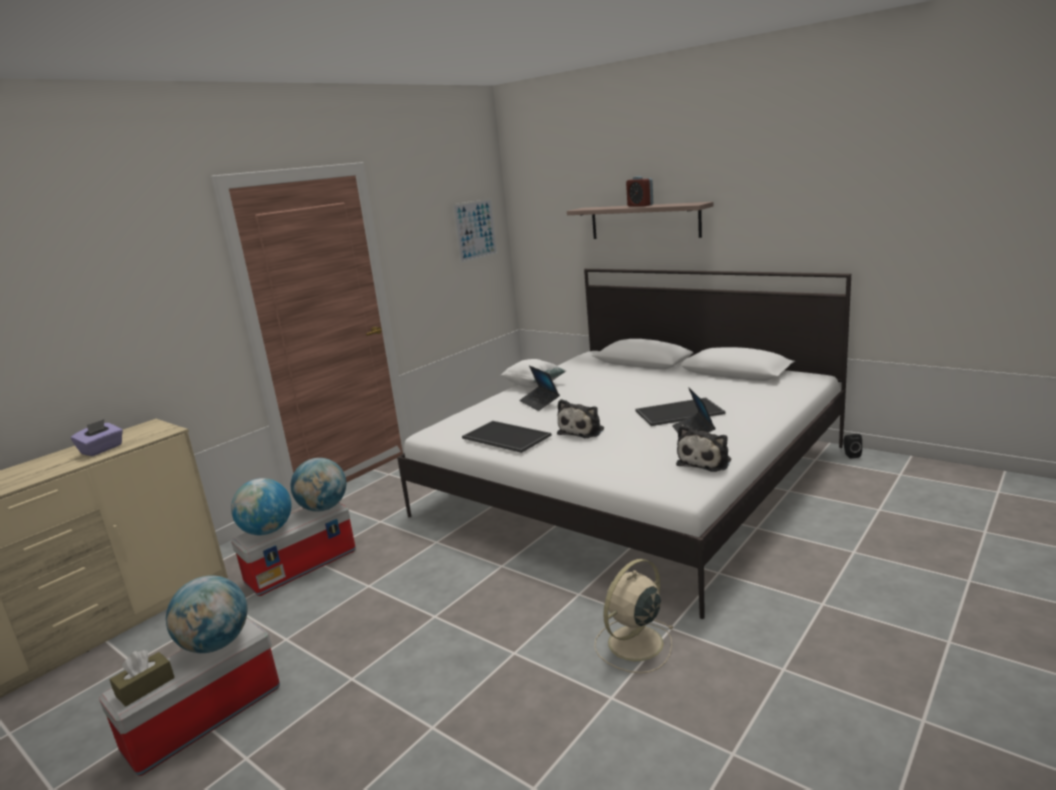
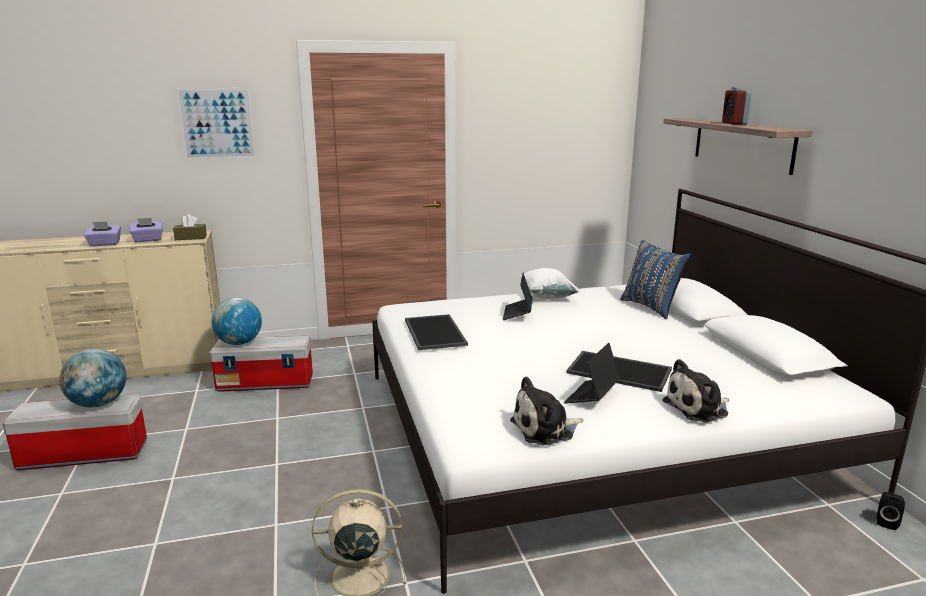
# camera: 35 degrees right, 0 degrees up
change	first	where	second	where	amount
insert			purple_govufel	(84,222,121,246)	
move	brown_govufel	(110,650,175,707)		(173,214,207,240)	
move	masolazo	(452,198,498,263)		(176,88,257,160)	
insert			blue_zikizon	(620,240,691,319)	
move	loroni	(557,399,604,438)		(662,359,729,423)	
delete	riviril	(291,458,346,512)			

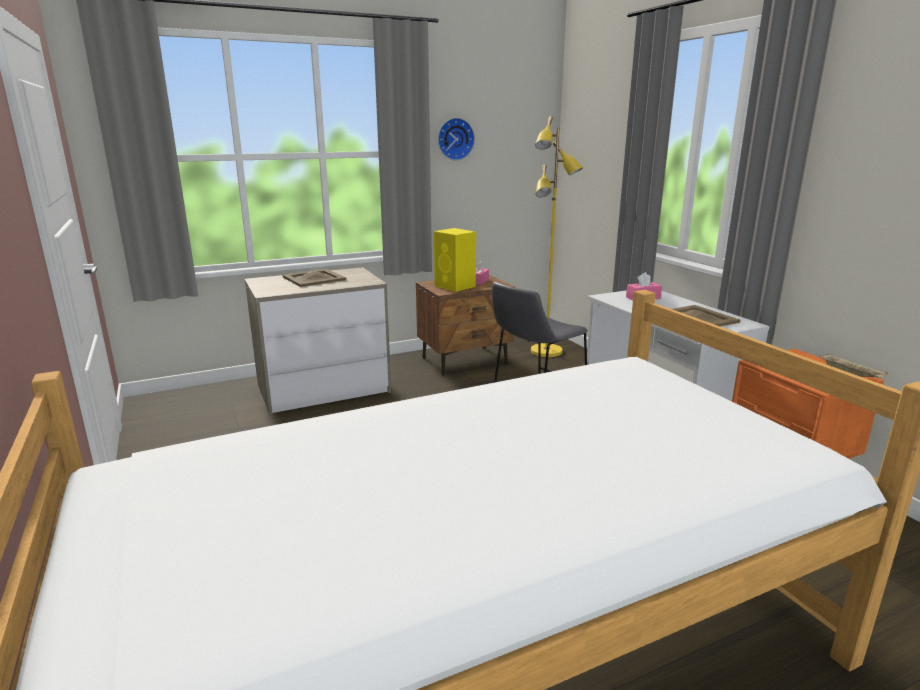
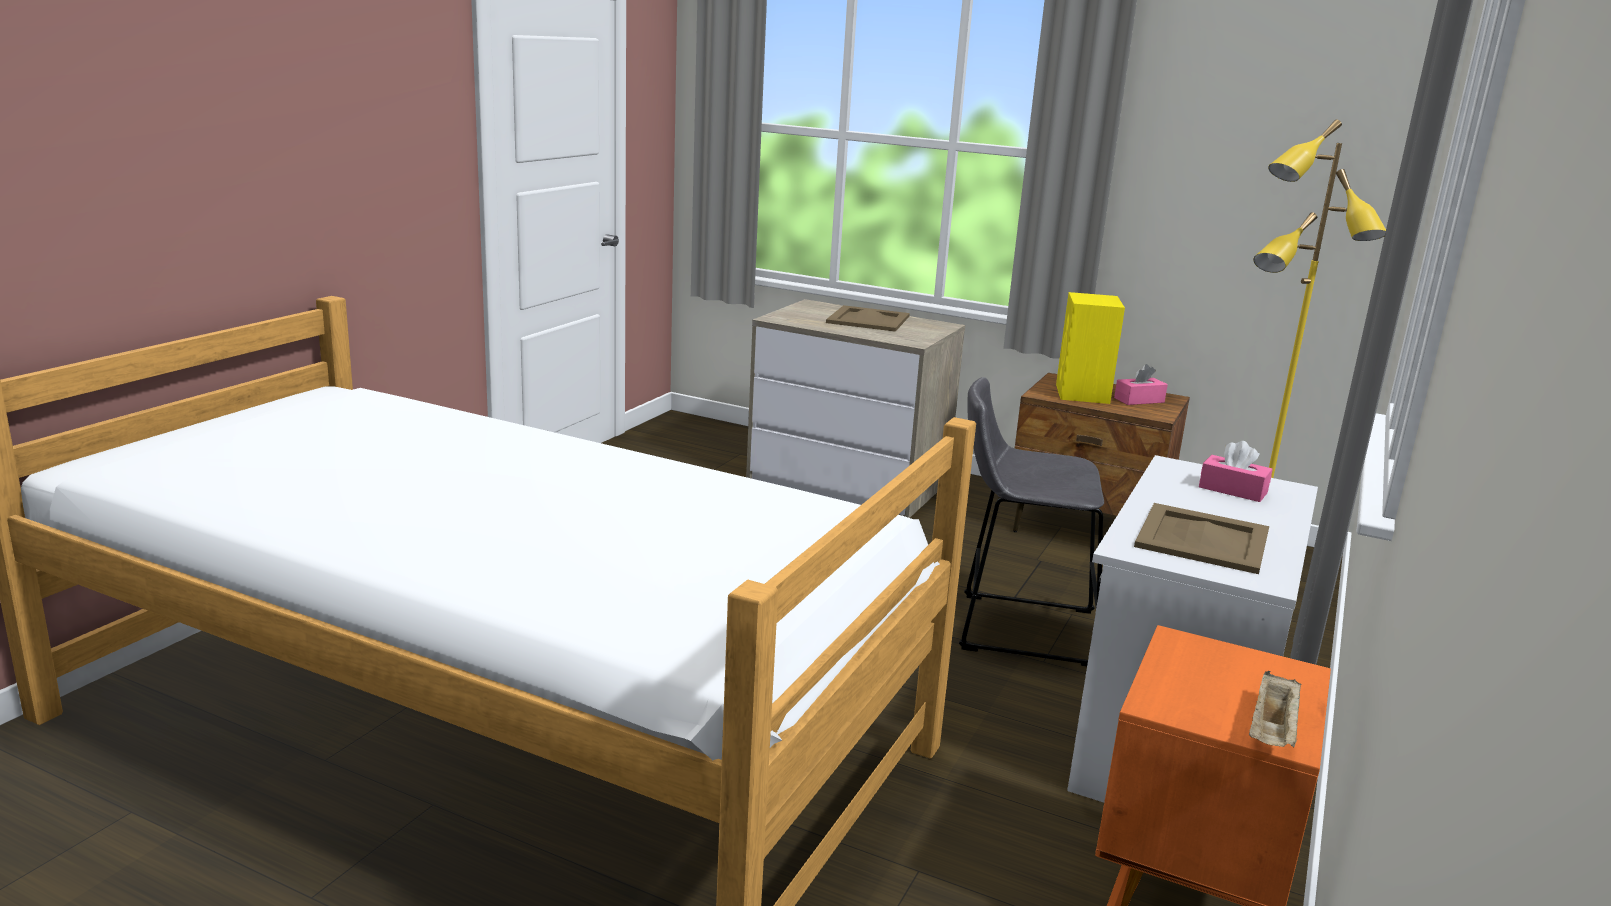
# camera: 50 degrees right, 0 degrees up
change	first	where	second	where	amount
delete	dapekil	(438,118,475,161)			

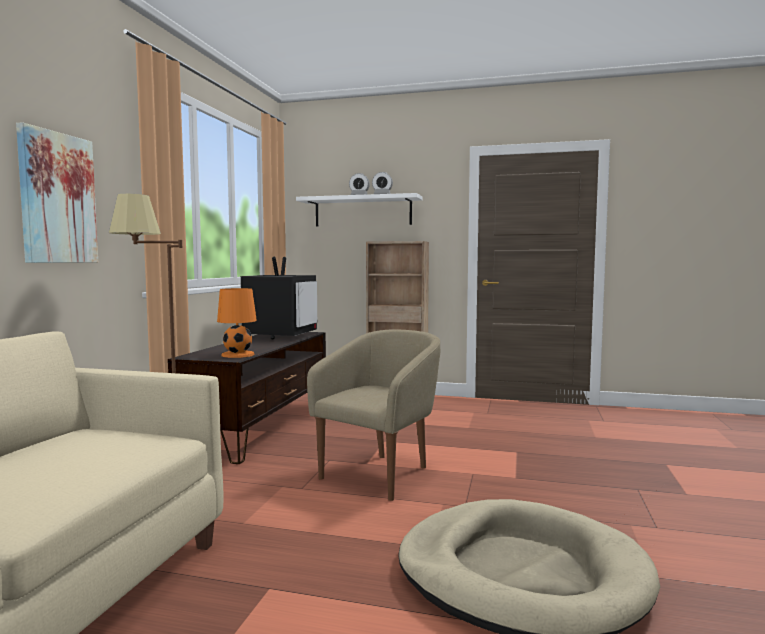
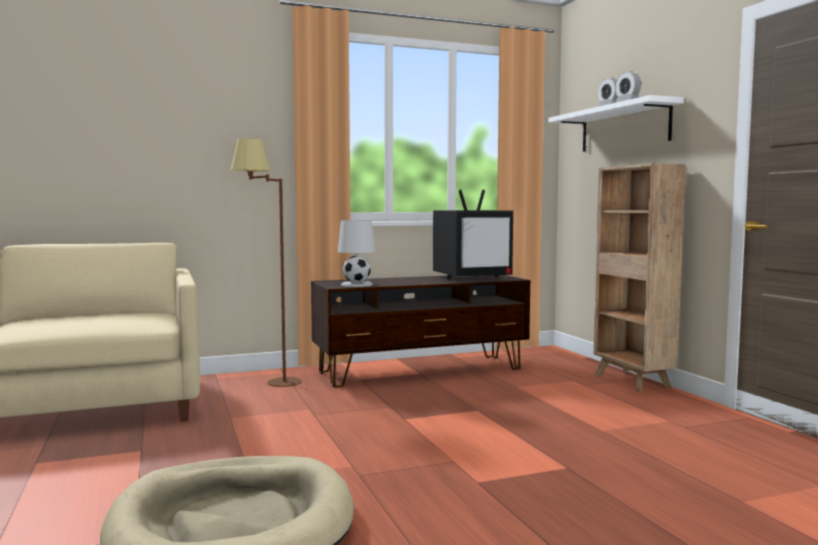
# camera: 55 degrees right, 0 degrees up
change	first	where	second	where	amount
recolor	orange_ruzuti	(217,288,257,358)	white_ruzuti	(338,220,375,287)	
delete	masolazo	(16,122,98,263)			
delete	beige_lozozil	(307,330,440,501)			

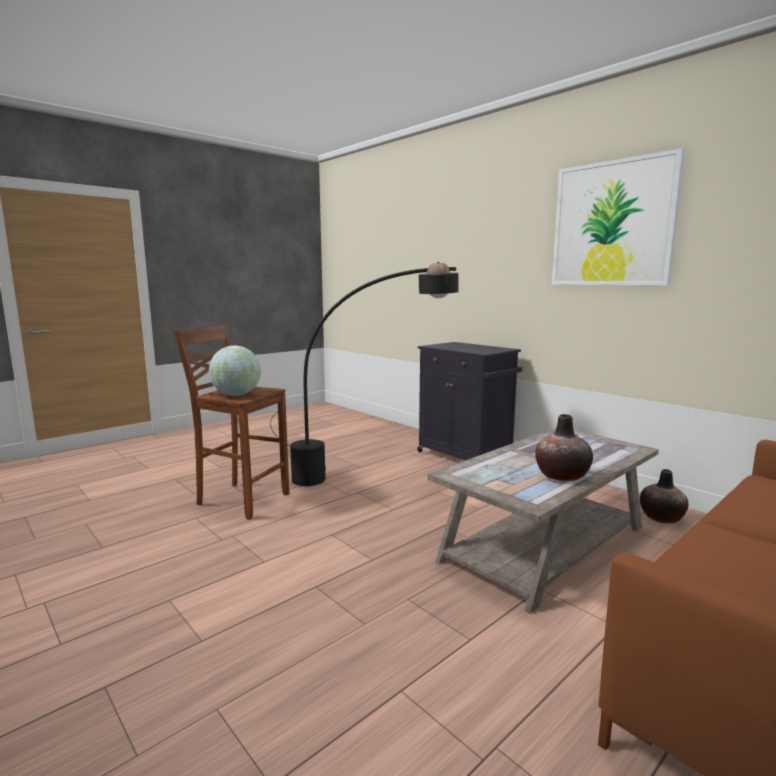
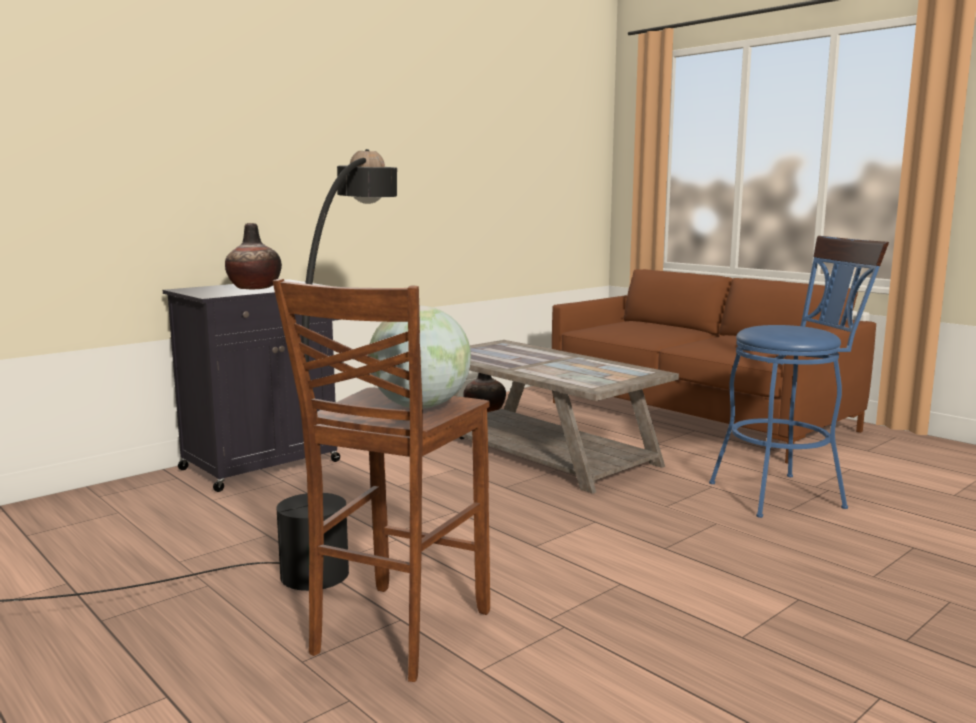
# camera: 90 degrees left, 0 degrees up
change	first	where	second	where	amount
move	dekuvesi	(535,414,593,481)		(225,223,282,289)	
insert			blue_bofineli	(709,236,889,518)	
delete	masolazo	(552,148,685,285)			

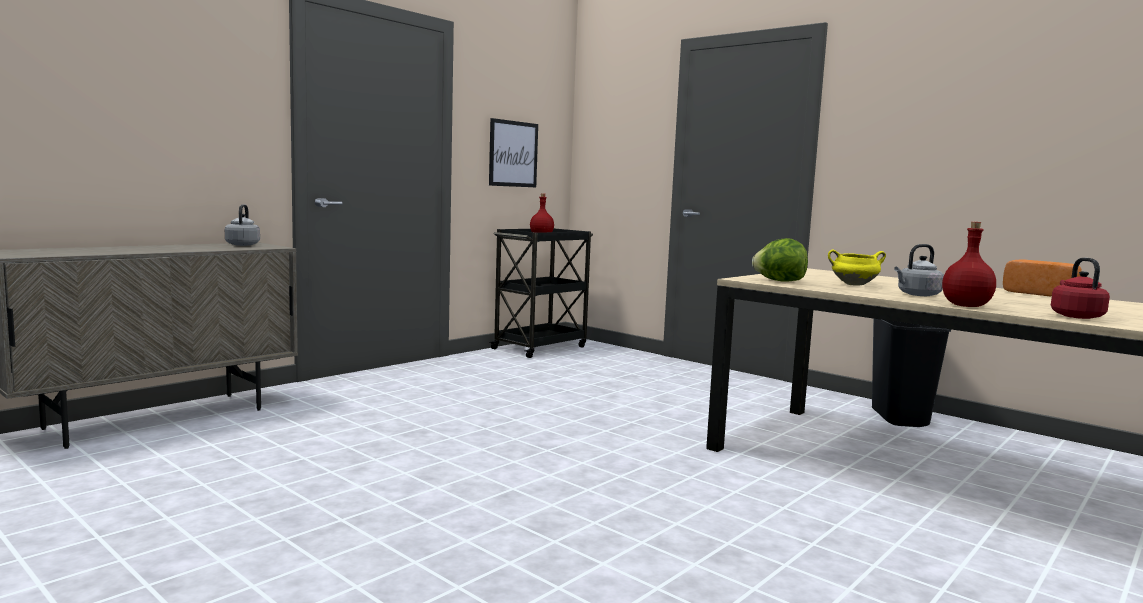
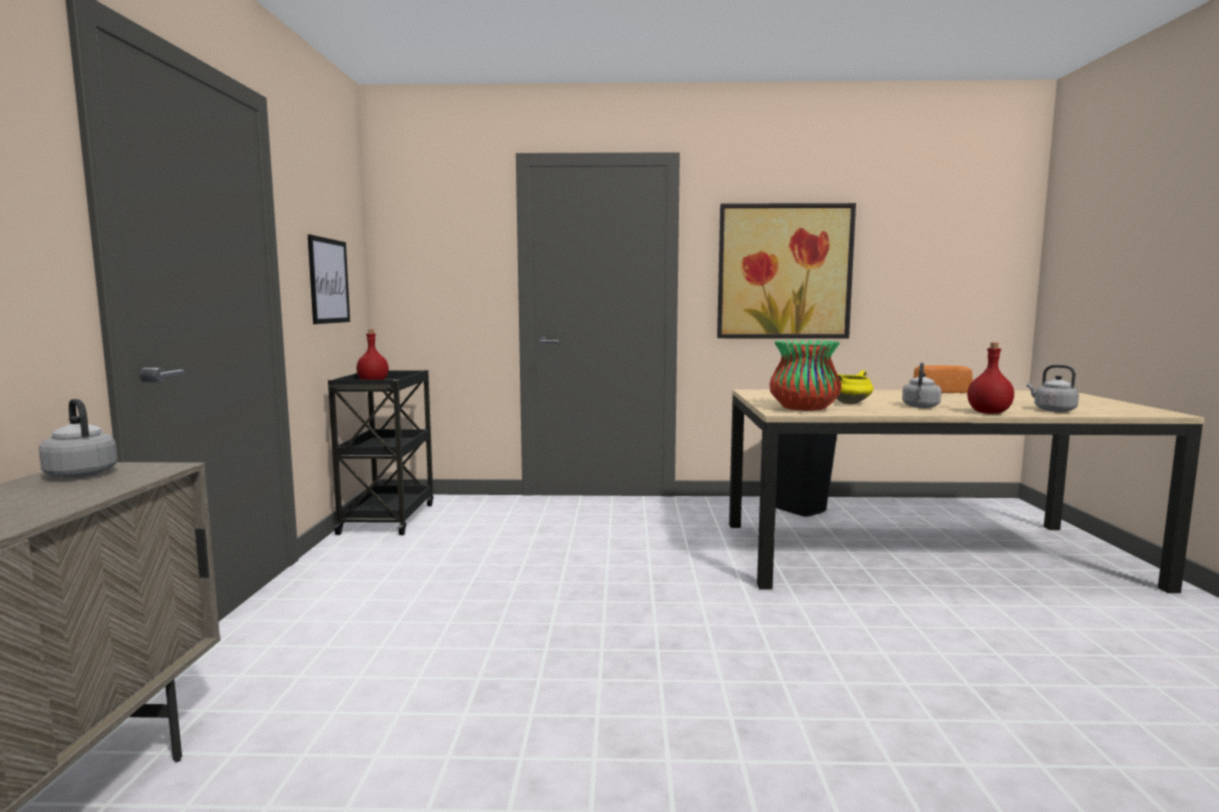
# camera: 40 degrees left, 0 degrees up
change	first	where	second	where	amount
insert			masolazo	(717,203,856,339)	
replace	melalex	(752,238,808,282)	dekuvesi	(770,340,841,411)	
recolor	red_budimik	(1051,258,1110,319)	grey_budimik	(1027,365,1079,412)	

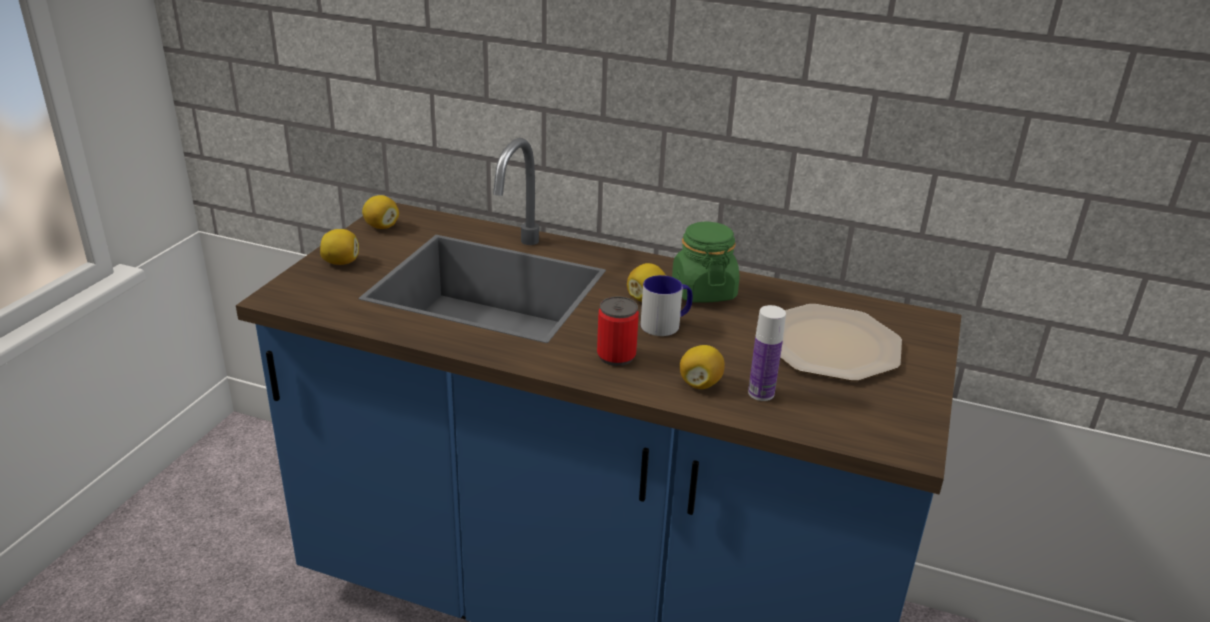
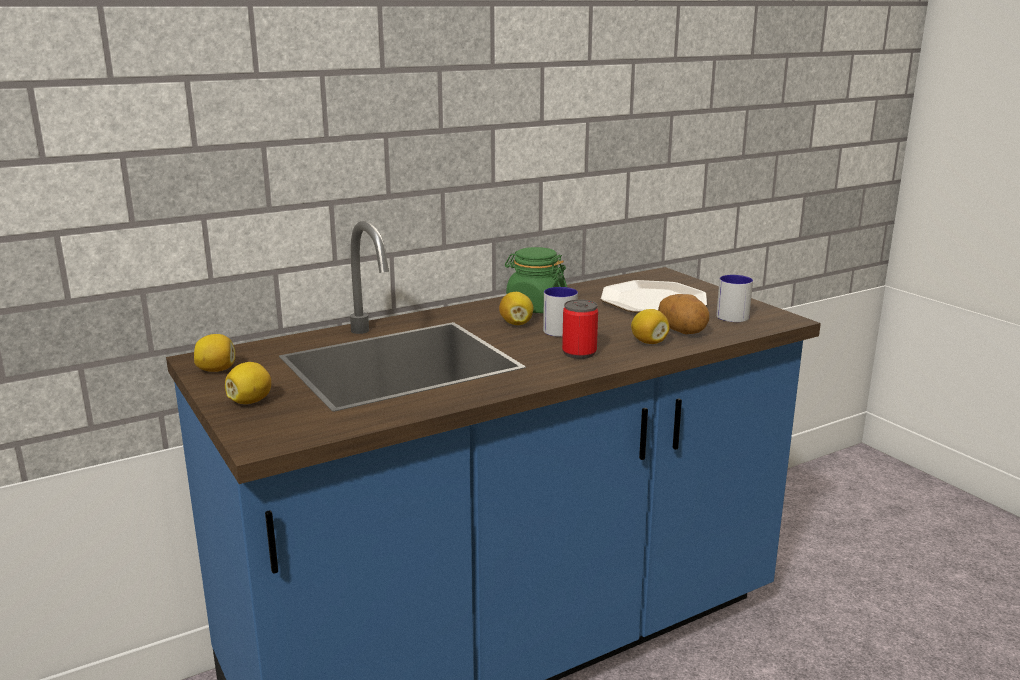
# camera: 50 degrees left, 10 degrees down
change	first	where	second	where	amount
replace	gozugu	(748,305,786,401)	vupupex	(658,294,709,334)	
insert			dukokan	(716,275,753,322)	

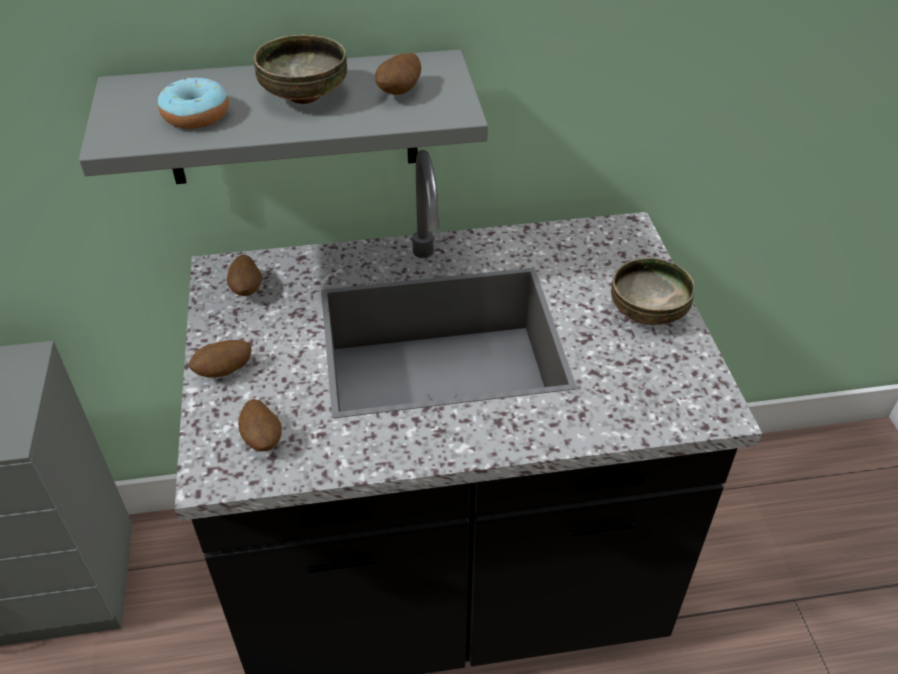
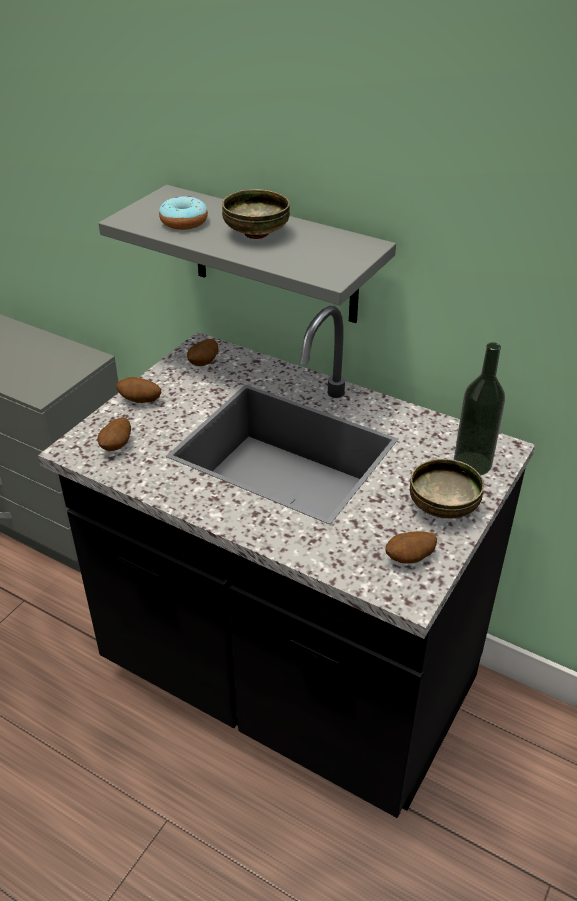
# camera: 40 degrees right, 5 degrees down
change	first	where	second	where	amount
move	vupupex	(375,53,421,95)		(385,531,437,563)	
insert			gozugu	(454,342,505,475)	

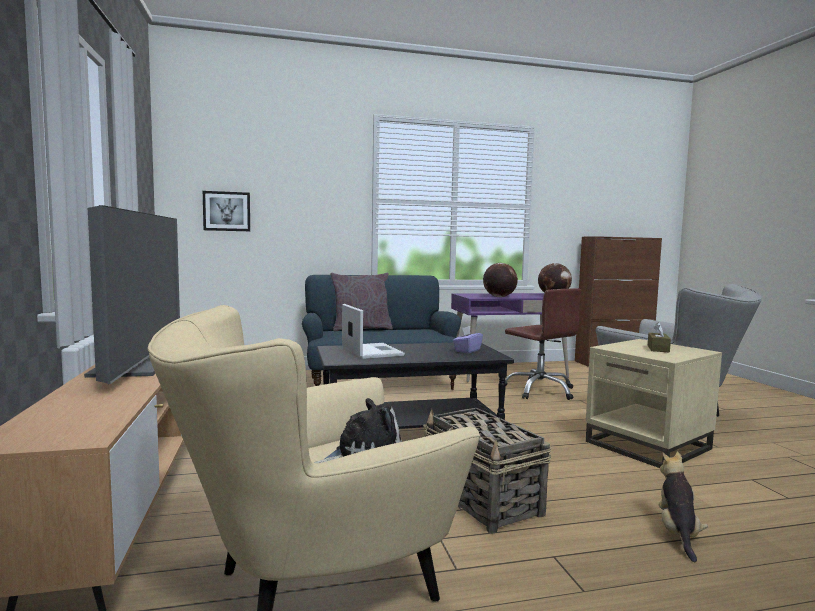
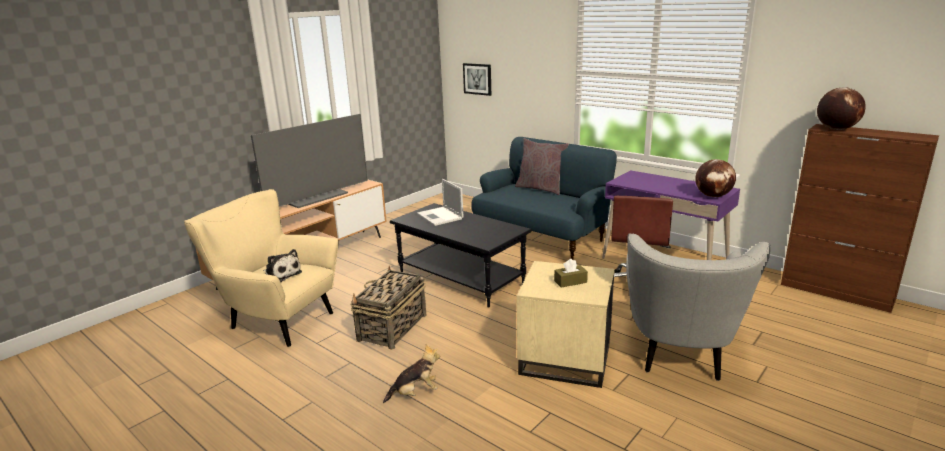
# camera: 55 degrees right, 15 degrees up
change	first	where	second	where	amount
rotate	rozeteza	(342,304,405,359)		(417,179,464,226)	120 degrees clockwise
move	riviril	(483,263,518,297)		(817,87,866,130)	
delete	purple_govufel	(453,326,483,353)			

